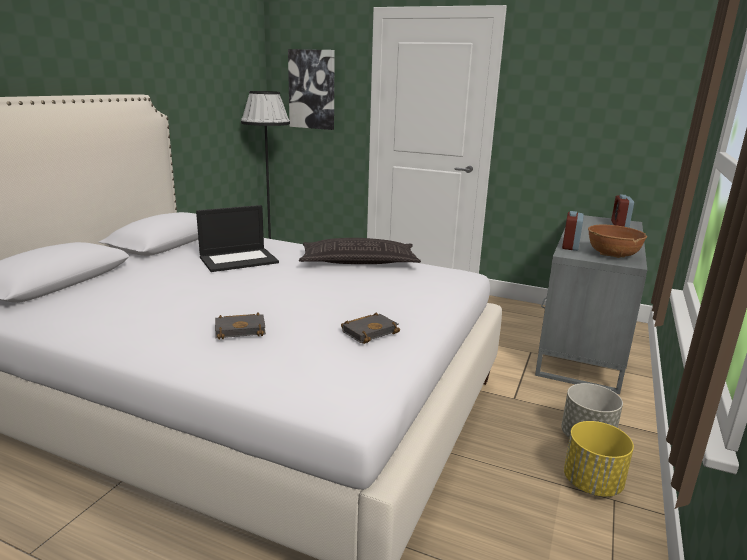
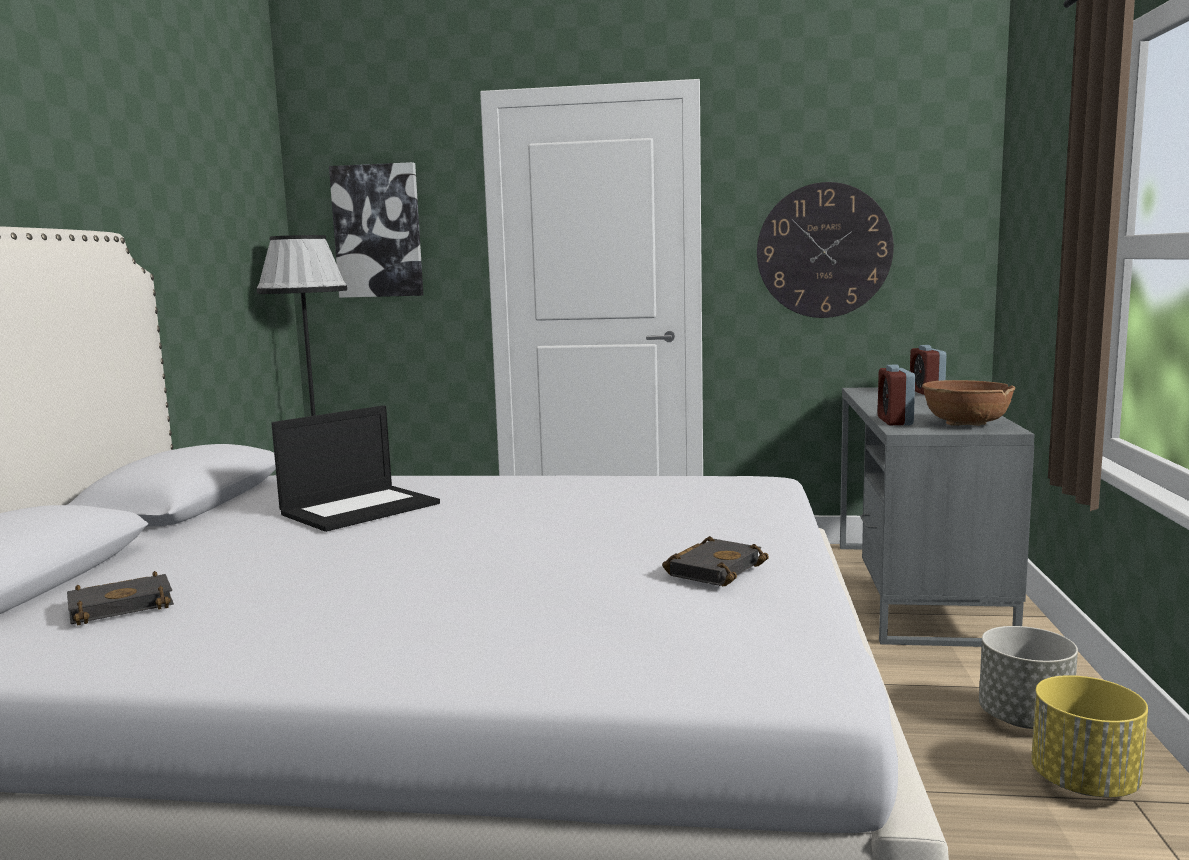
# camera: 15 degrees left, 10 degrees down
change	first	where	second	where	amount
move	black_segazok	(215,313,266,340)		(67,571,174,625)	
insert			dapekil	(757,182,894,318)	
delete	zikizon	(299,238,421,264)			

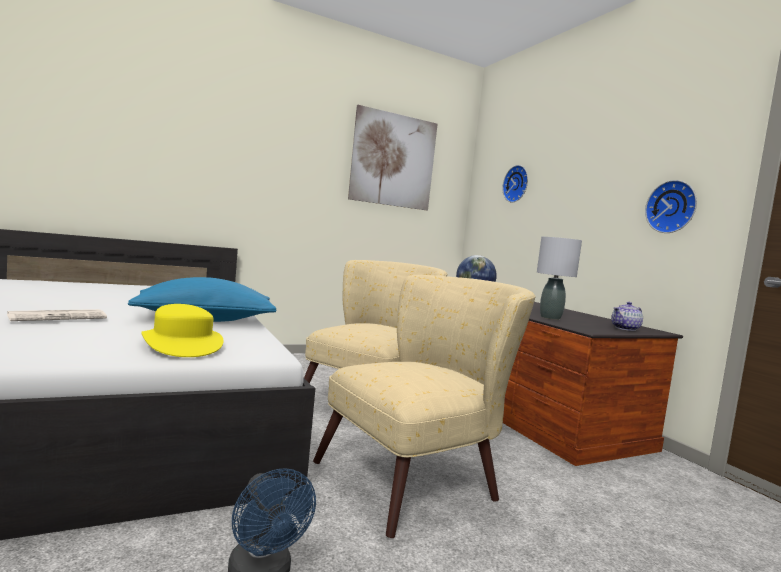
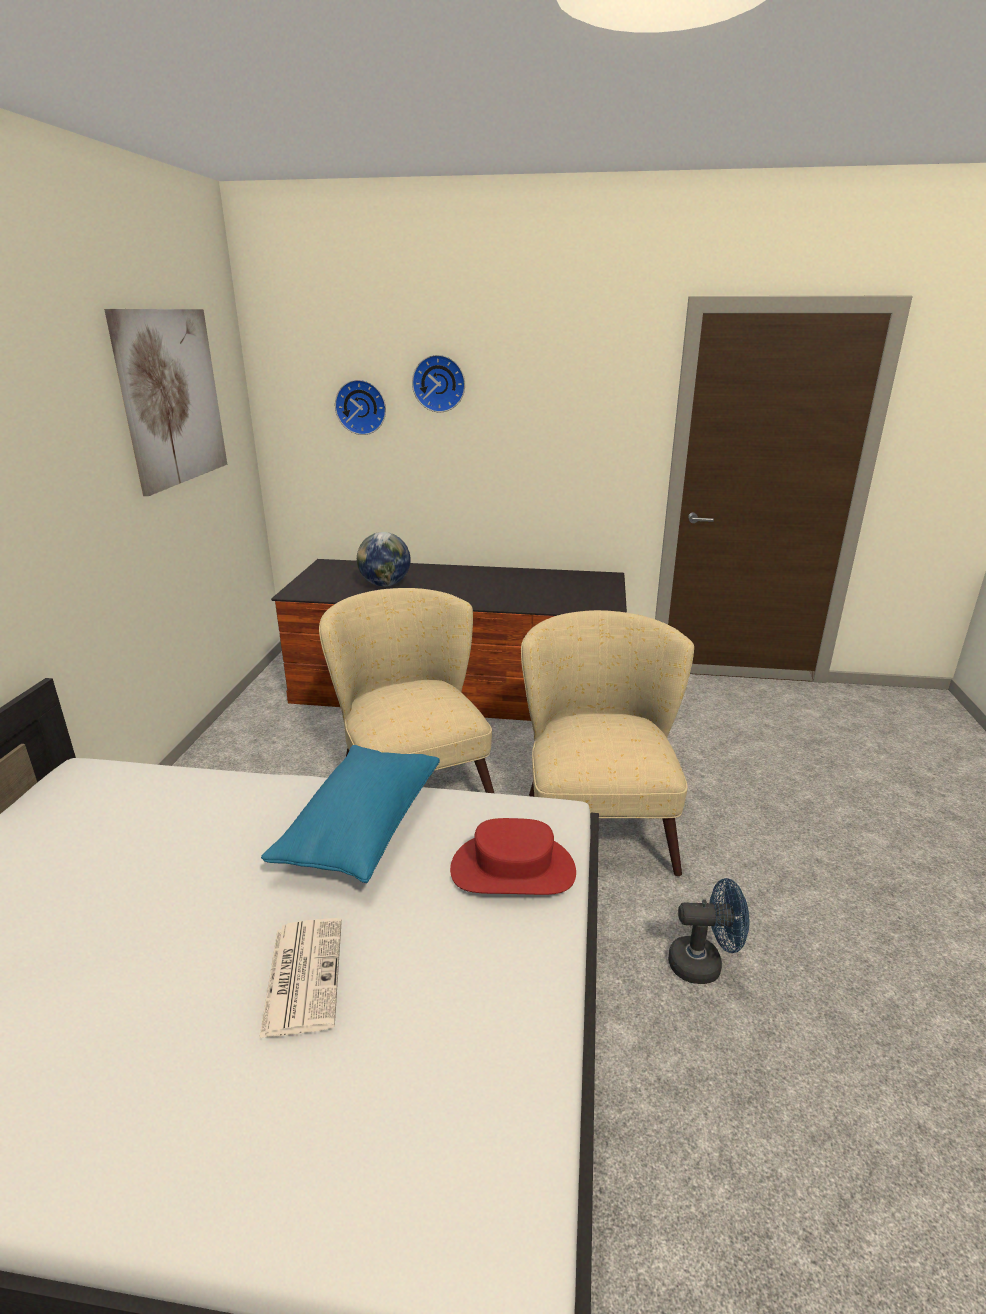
# camera: 55 degrees left, 20 degrees up
change	first	where	second	where	amount
move	dapekil	(645,180,697,233)		(412,355,465,412)	
recolor	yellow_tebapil	(141,304,223,357)	red_tebapil	(450,818,576,895)	
delete	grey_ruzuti	(537,237,582,320)			
delete	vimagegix	(611,302,643,331)			

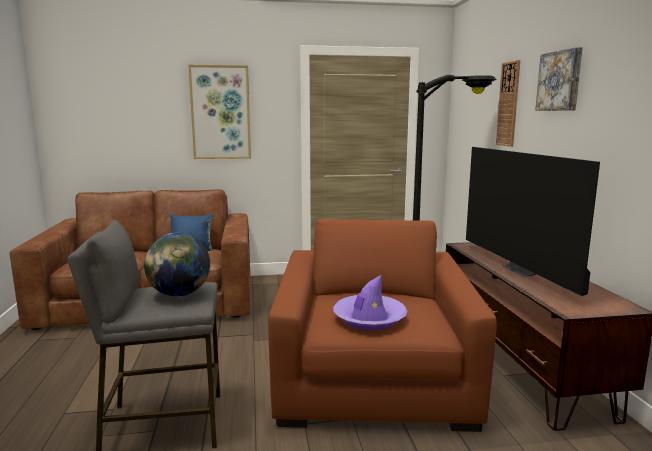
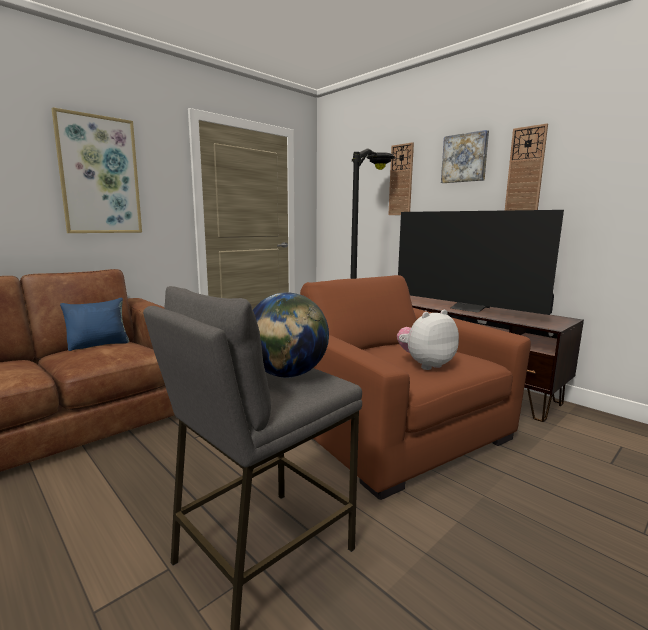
# camera: 35 degrees left, 0 degrees up
change	first	where	second	where	amount
replace	purple_tebapil	(333,275,408,330)	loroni	(397,310,459,370)	
insert			dapekil	(505,124,548,211)	

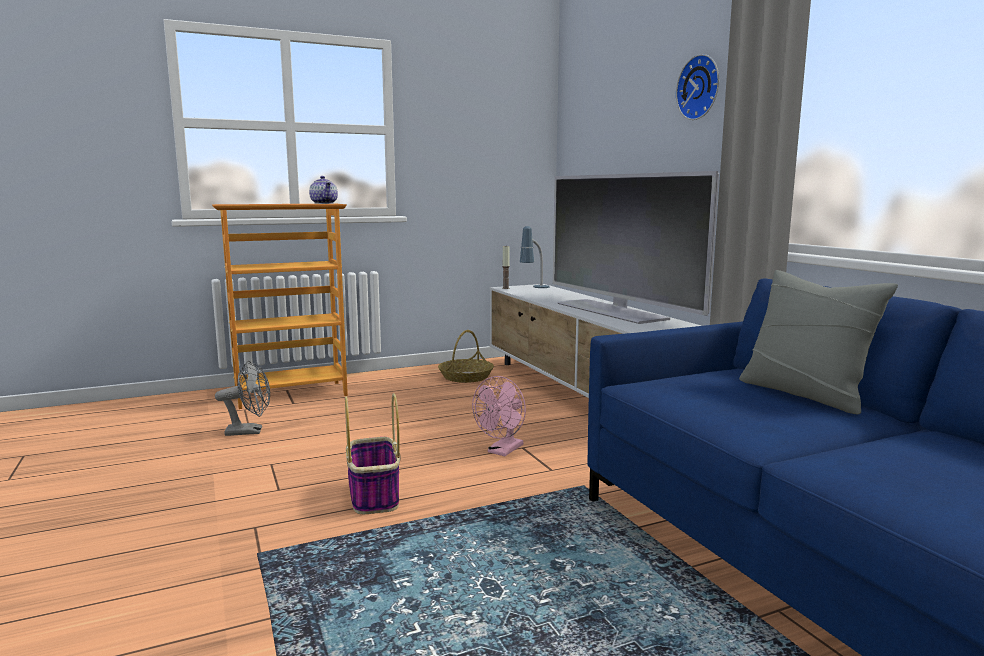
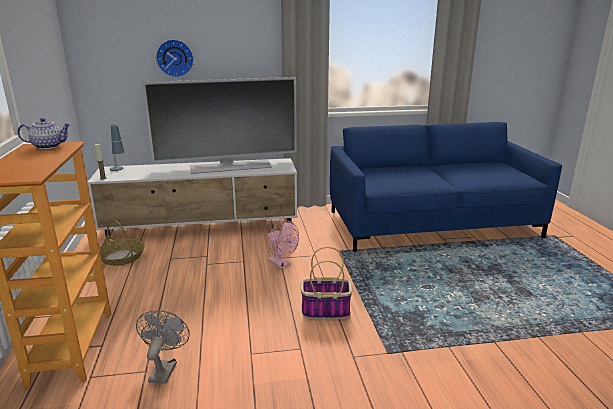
# camera: 75 degrees left, 10 degrees up
change	first	where	second	where	amount
move	dapekil	(676,54,719,120)		(156,39,194,78)	
delete	grey_zikizon	(739,270,898,414)			

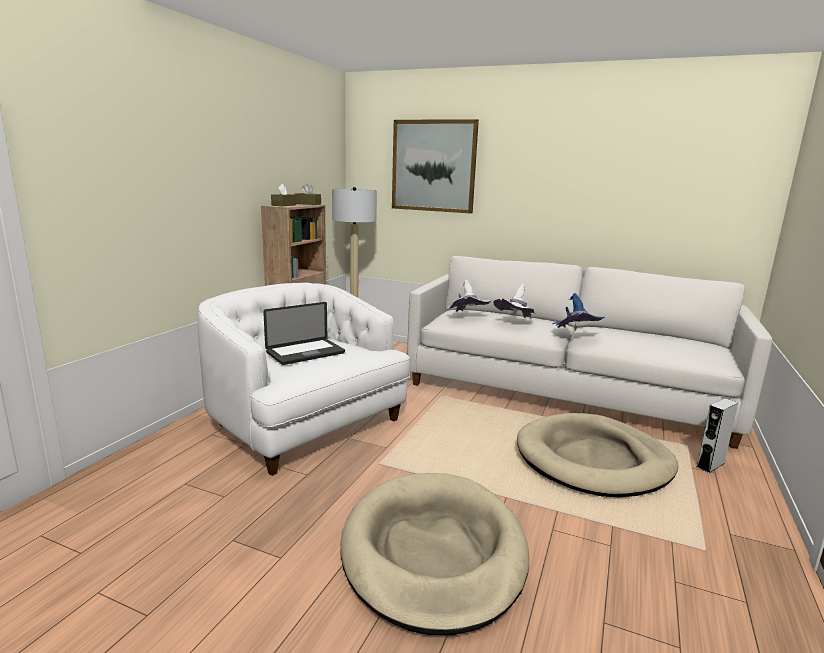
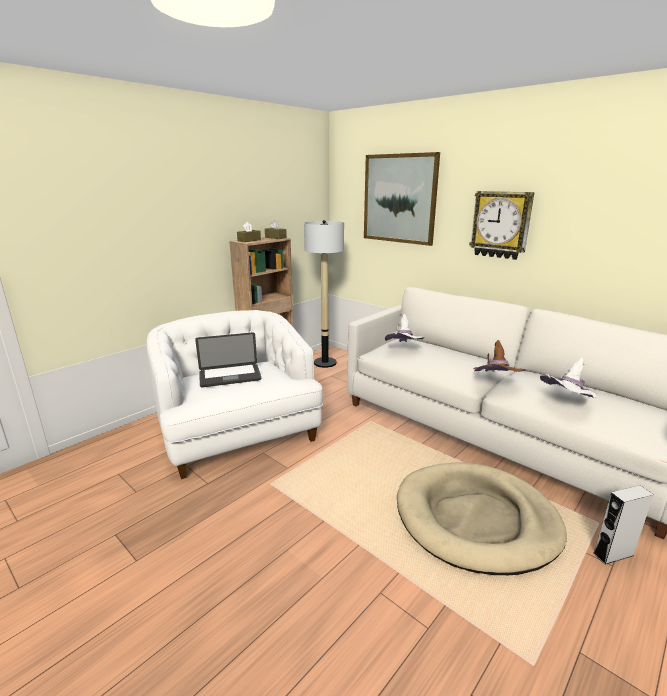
# camera: 20 degrees right, 5 degrees up
change	first	where	second	where	amount
insert			dapekil	(469,191,534,260)	
recolor	blue_tebapil	(552,293,605,328)	brown_tebapil	(473,340,526,372)	
move	white_tebapil	(494,284,536,319)		(540,358,596,398)	
delete	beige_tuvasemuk	(340,473,529,635)			

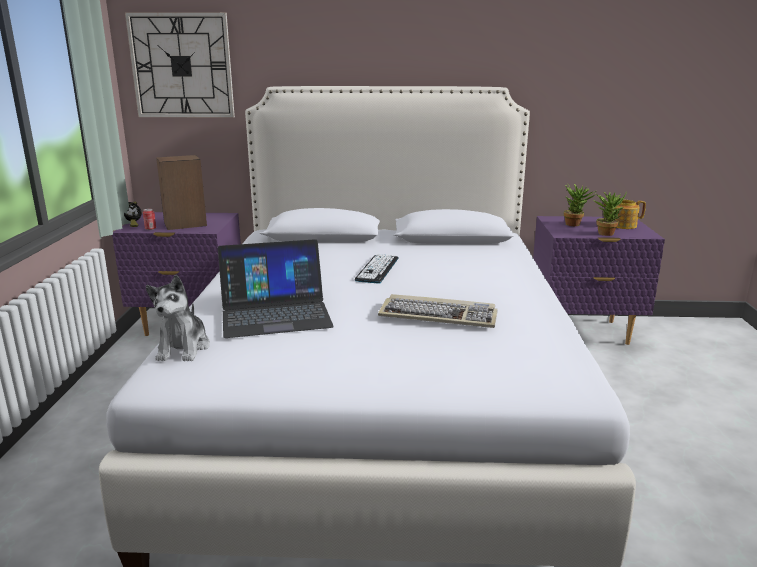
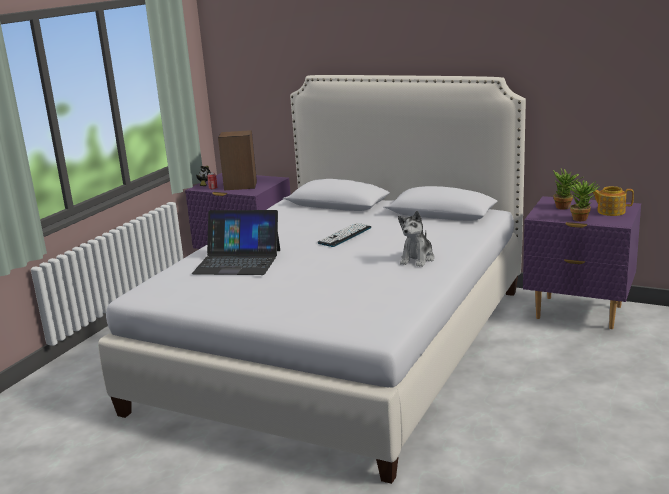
# camera: 25 degrees right, 0 degrees up
change	first	where	second	where	amount
move	loroni	(146,275,210,361)		(398,211,434,267)	
delete	dapekil	(125,12,235,118)			
delete	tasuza	(378,294,498,328)			

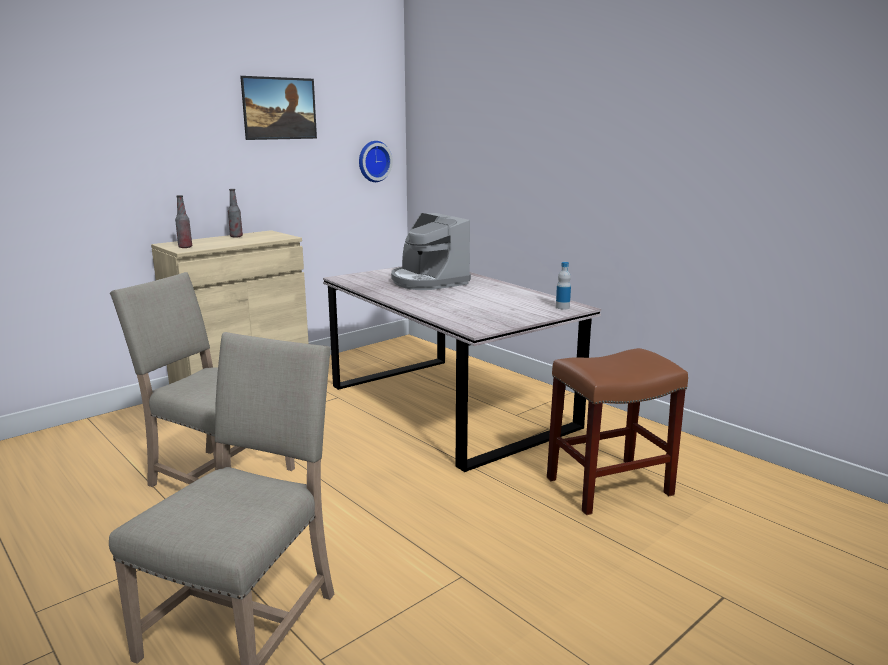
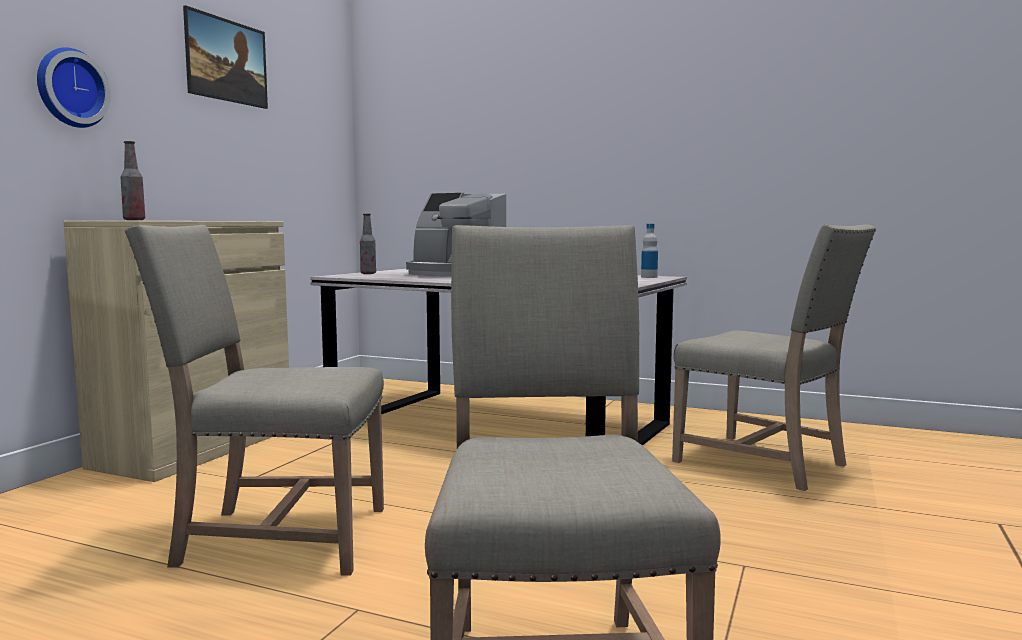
# camera: 25 degrees left, 10 degrees down
change	first	where	second	where	amount
move	dapekil	(359,141,393,182)		(37,47,111,128)	
move	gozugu	(228,189,243,238)		(360,214,376,274)	
replace	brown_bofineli	(547,348,688,515)	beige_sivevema	(672,224,876,491)	

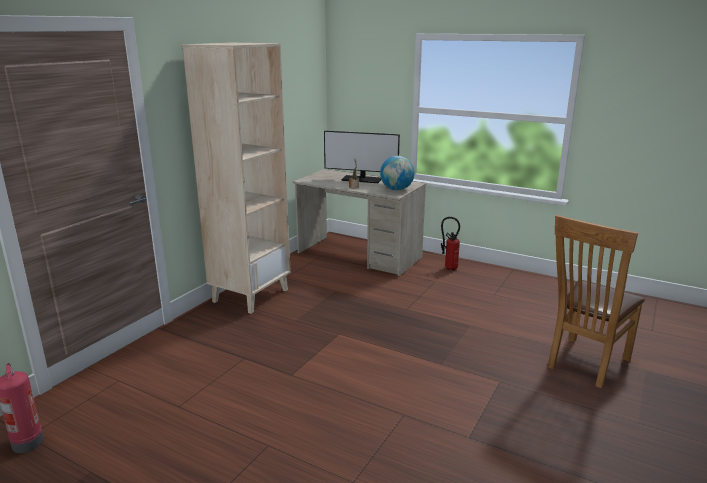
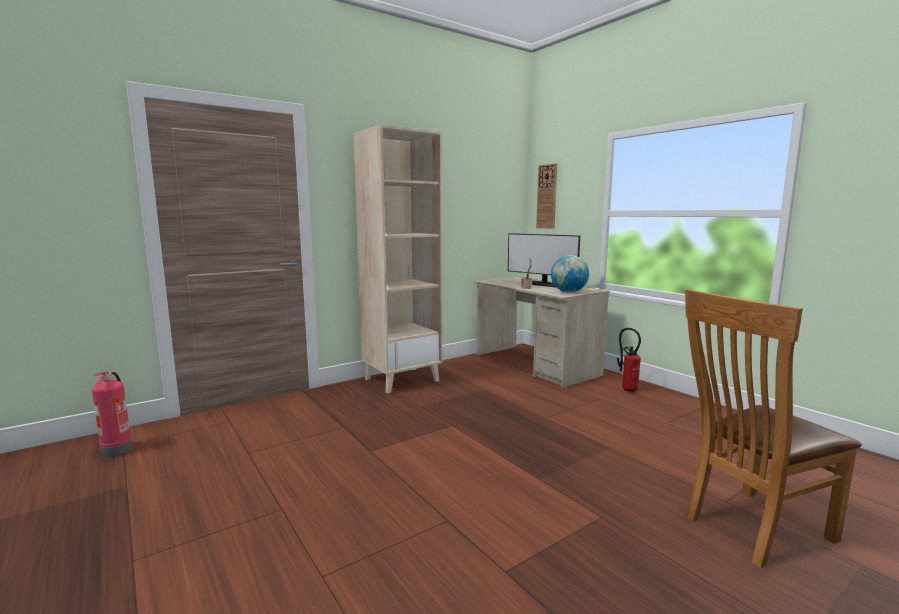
# camera: 25 degrees right, 10 degrees down
change	first	where	second	where	amount
insert			dapekil	(536,164,557,229)	

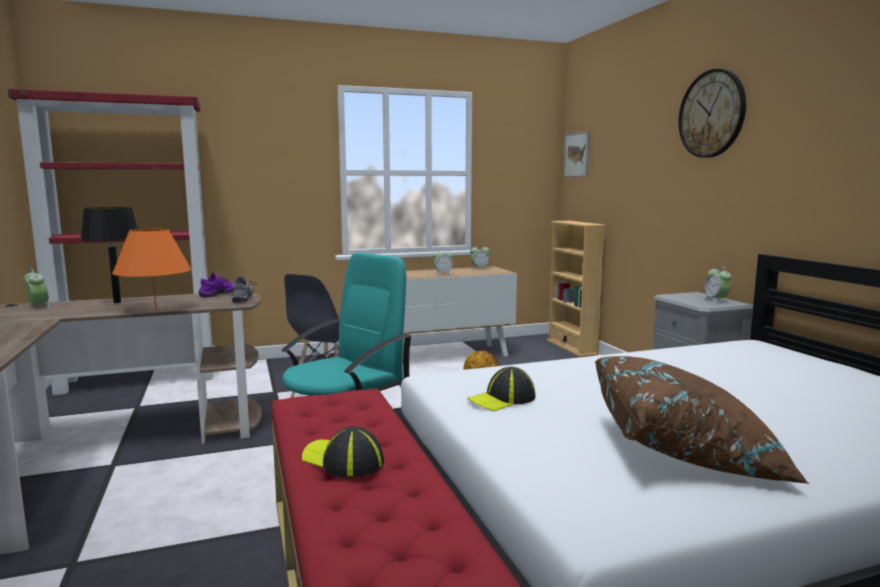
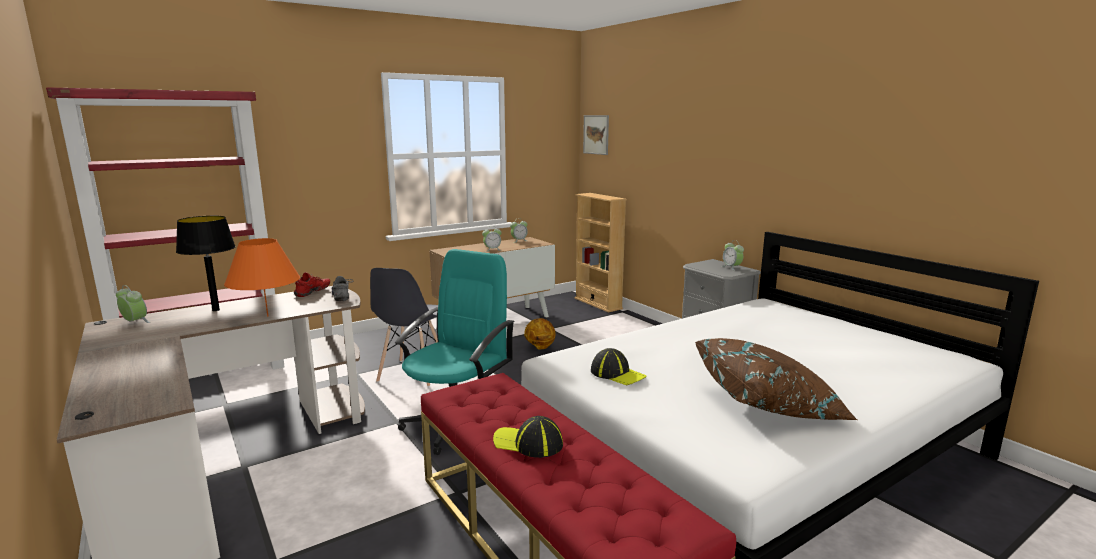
# camera: 15 degrees left, 5 degrees up
change	first	where	second	where	amount
recolor	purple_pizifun	(198,273,234,298)	red_pizifun	(294,272,330,297)	
rotate	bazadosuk	(467,367,536,411)		(591,348,647,385)	90 degrees counterclockwise
delete	dapekil	(678,69,746,158)			

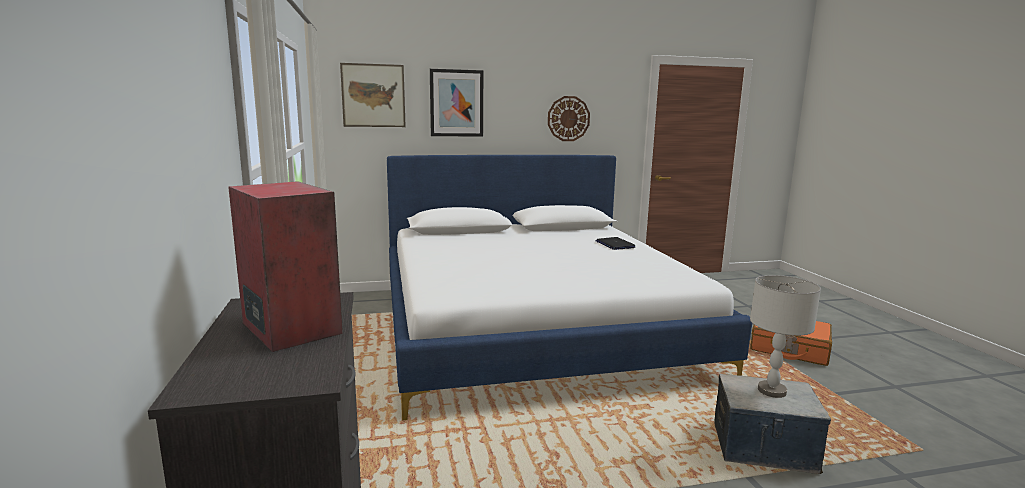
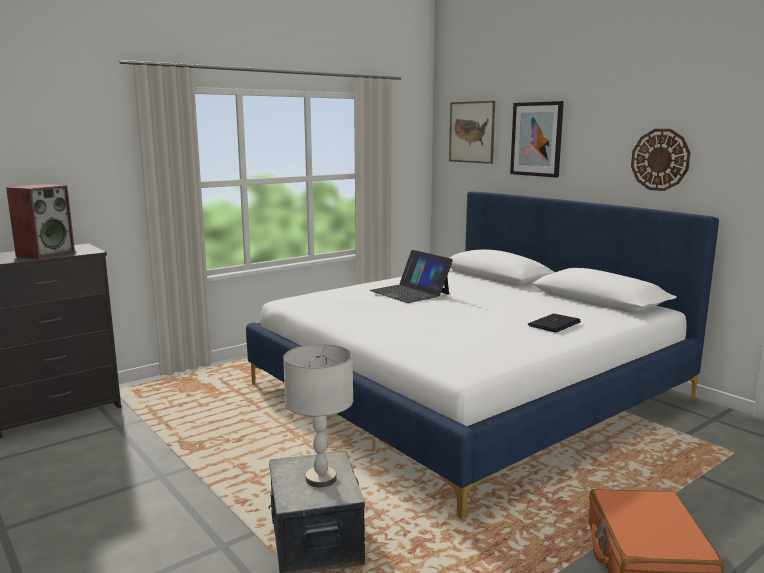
# camera: 65 degrees right, 0 degrees up
change	first	where	second	where	amount
insert			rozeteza	(369,250,453,303)	

